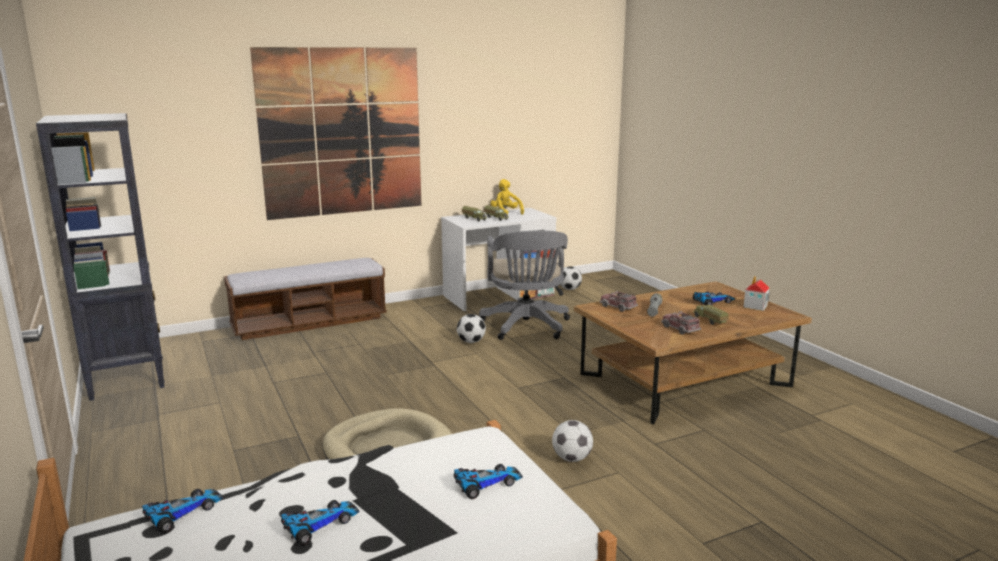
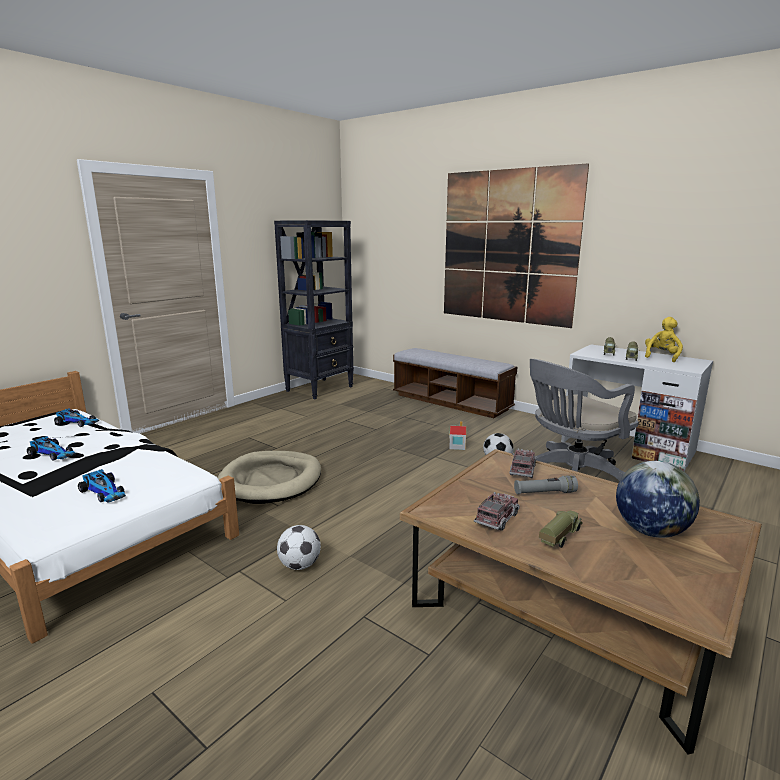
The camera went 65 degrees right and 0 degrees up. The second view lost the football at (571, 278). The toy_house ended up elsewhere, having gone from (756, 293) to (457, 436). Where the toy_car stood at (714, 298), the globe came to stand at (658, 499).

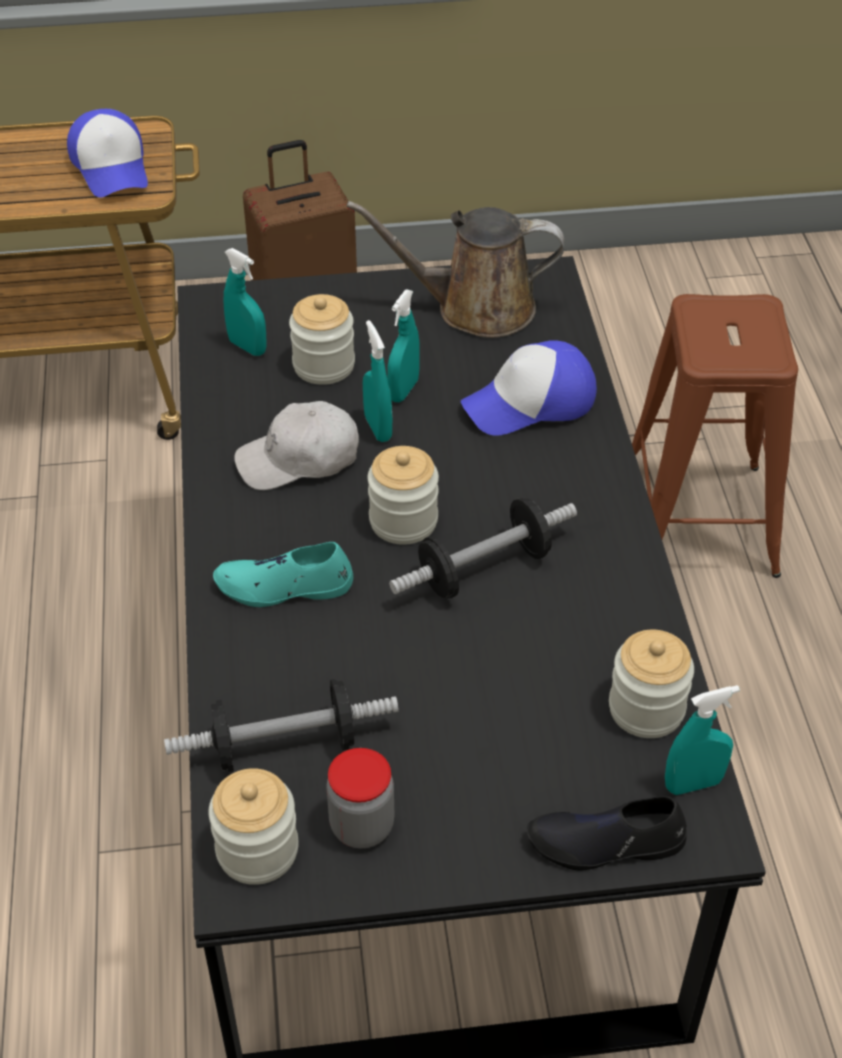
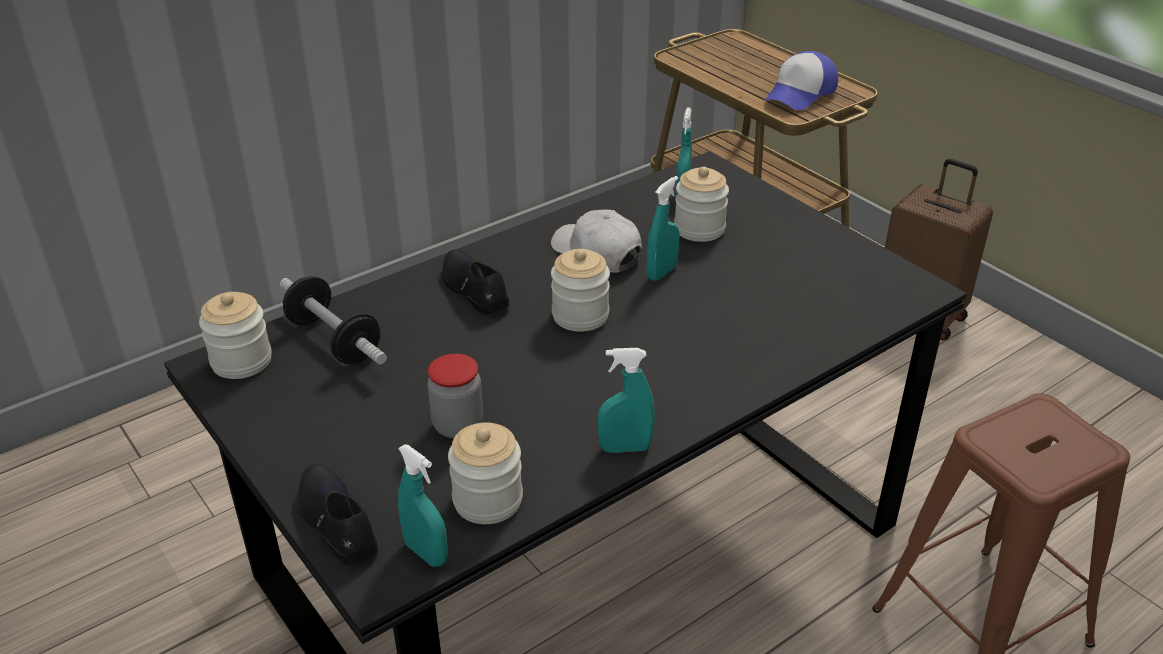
The camera went 60 degrees right and 10 degrees down. The second view lost the brown_watering_can at (455, 269). The second view lost the dumbbell at (483, 548). The second view lost the cap at (529, 388). The jar ended up elsewhere, having gone from (360, 798) to (455, 396). The turquoise_spray_bottle ended up elsewhere, having gone from (403, 345) to (626, 400). What was the turquoise_shoe at (283, 574) turned into the black_shoe at (475, 282).

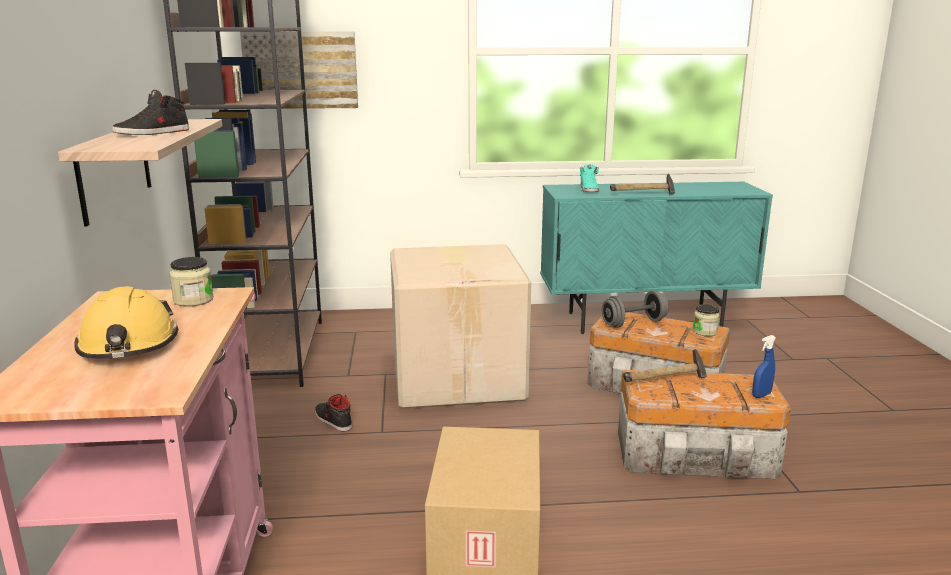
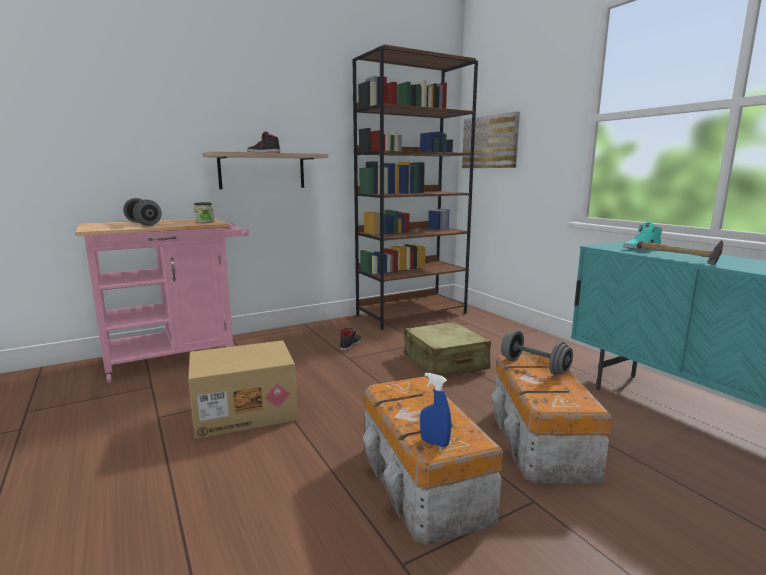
The camera went 65 degrees right and 5 degrees down. The second view lost the hammer at (665, 365). The second view lost the jar at (706, 320). Where the yellow_hard_hat stood at (126, 322), the grey_dumbbell came to stand at (142, 212). Where the cardboard_box stood at (460, 326), the beige_suitcase came to stand at (448, 349).

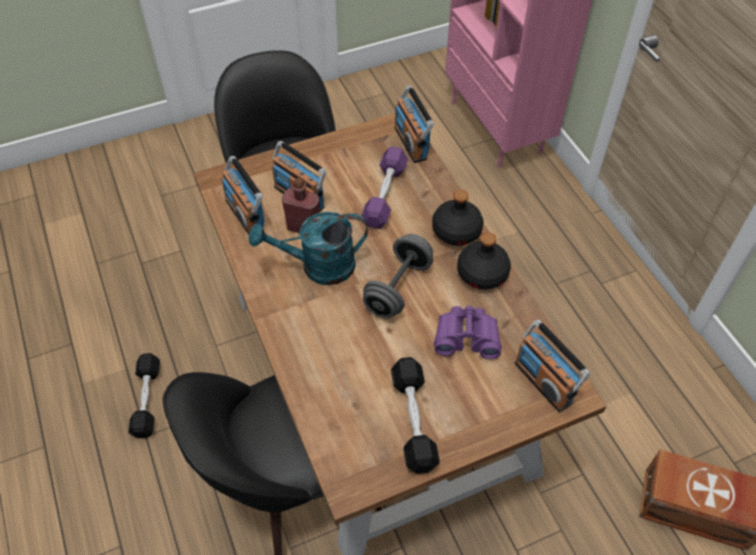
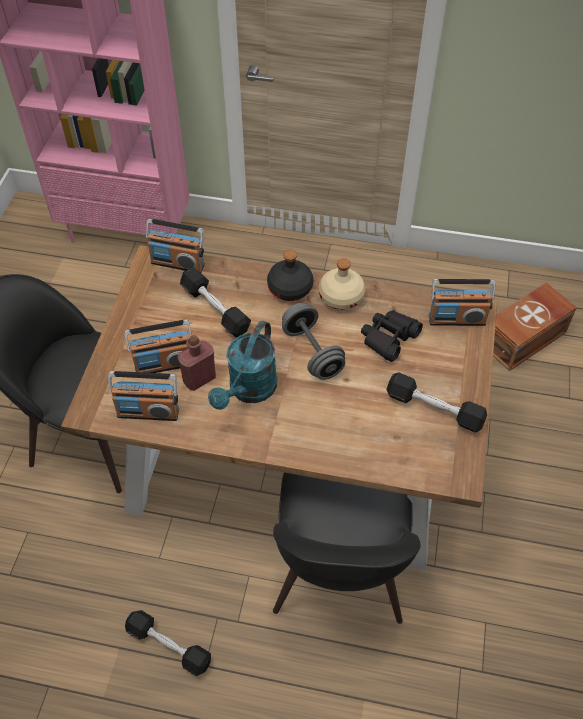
The camera went 55 degrees left and 0 degrees up. What was the purple_dumbbell at (384, 188) turned into the black_dumbbell at (215, 302). What was the purple_binoculars at (467, 332) turned into the black_binoculars at (392, 336). What was the black_bottle at (484, 261) turned into the beige_bottle at (342, 284).

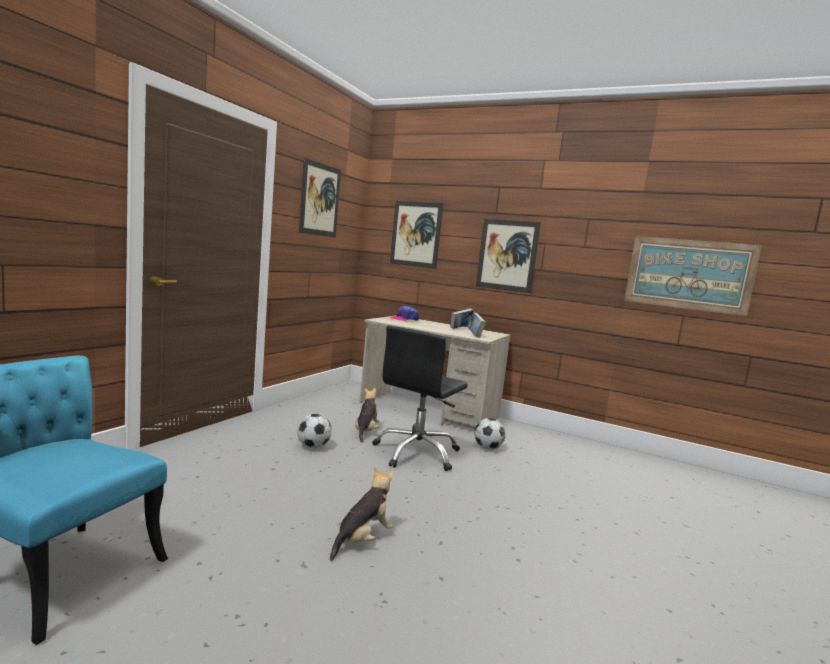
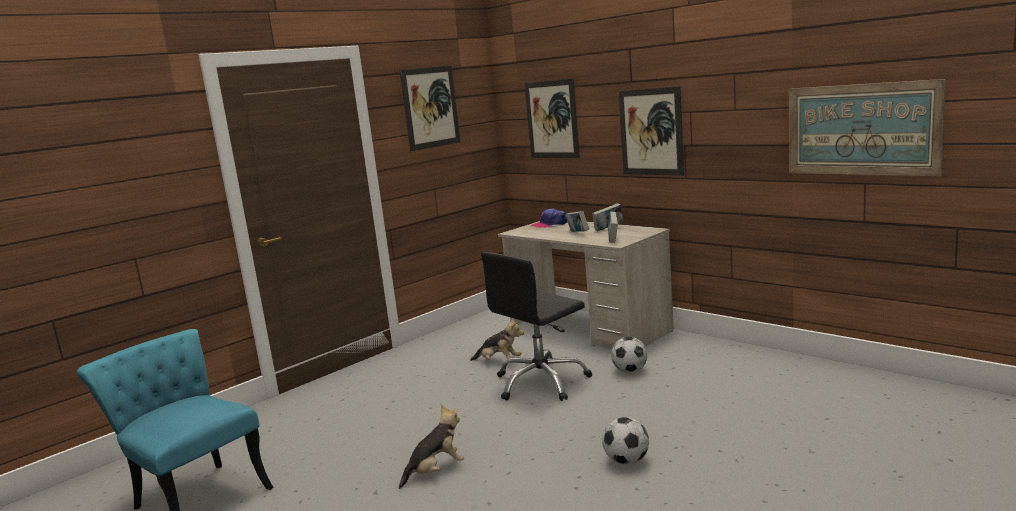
The camera went 20 degrees right and 5 degrees up. The second view gained the book at (577, 221). The football ended up elsewhere, having gone from (314, 431) to (625, 441). The plush_toy at (367, 414) ended up facing another way, 90 degrees clockwise from before.

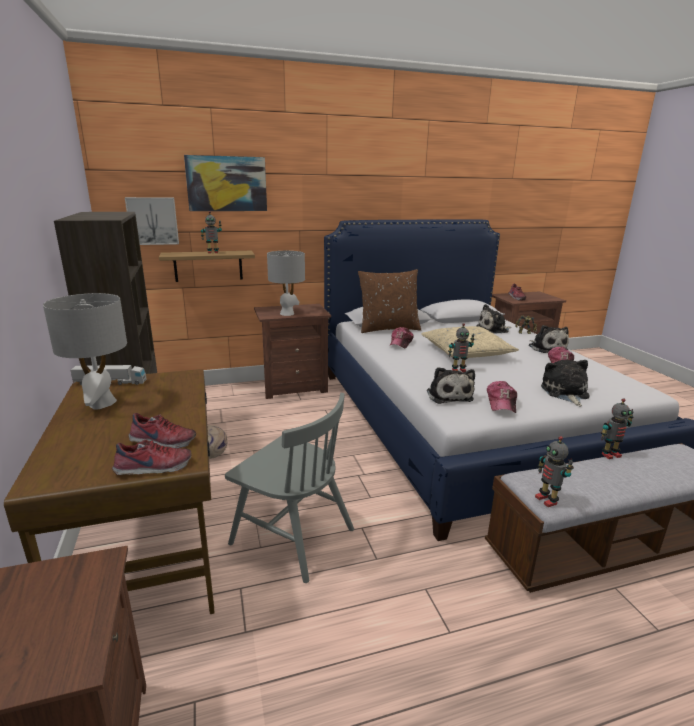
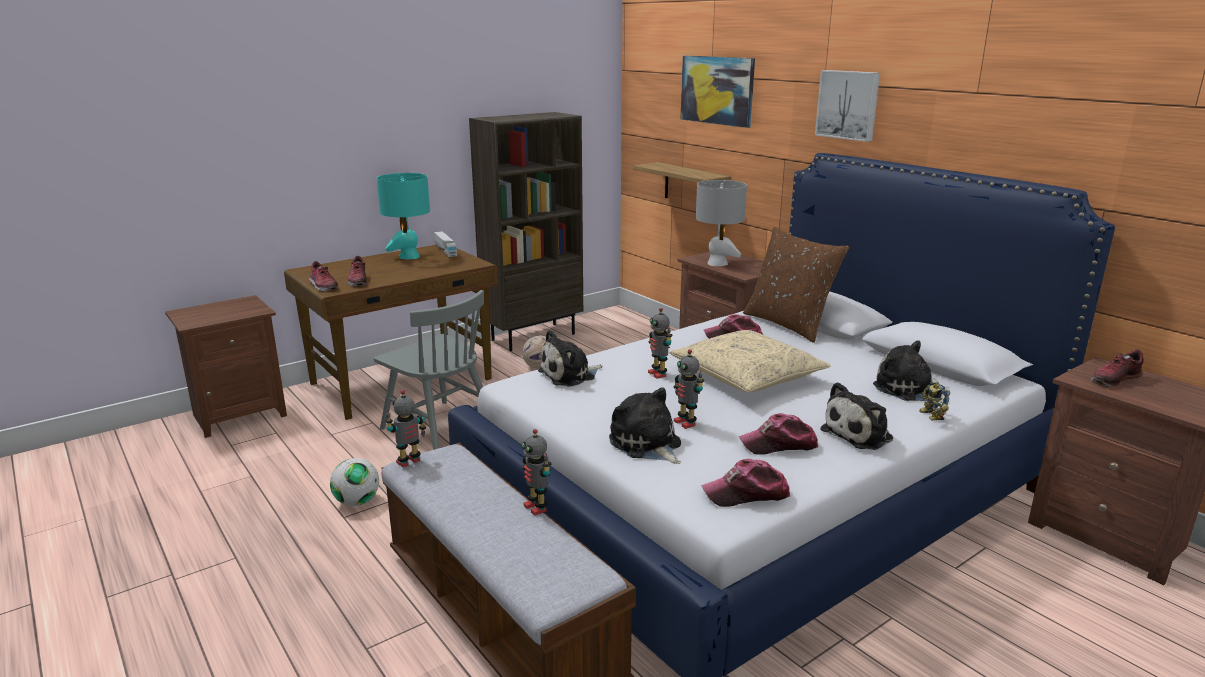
The camera went 70 degrees right and 0 degrees up. The second view gained the football at (354, 482). The picture ended up elsewhere, having gone from (152, 221) to (847, 106). The toy_robot ended up elsewhere, having gone from (211, 232) to (689, 389). The cap ended up elsewhere, having gone from (502, 397) to (745, 483). What was the grey_table_lamp at (85, 351) turned into the turquoise_table_lamp at (403, 216). The grey_chair at (289, 488) ended up facing another way, 60 degrees counterclockwise from before. The plush_toy at (565, 383) ended up facing another way, 105 degrees counterclockwise from before.

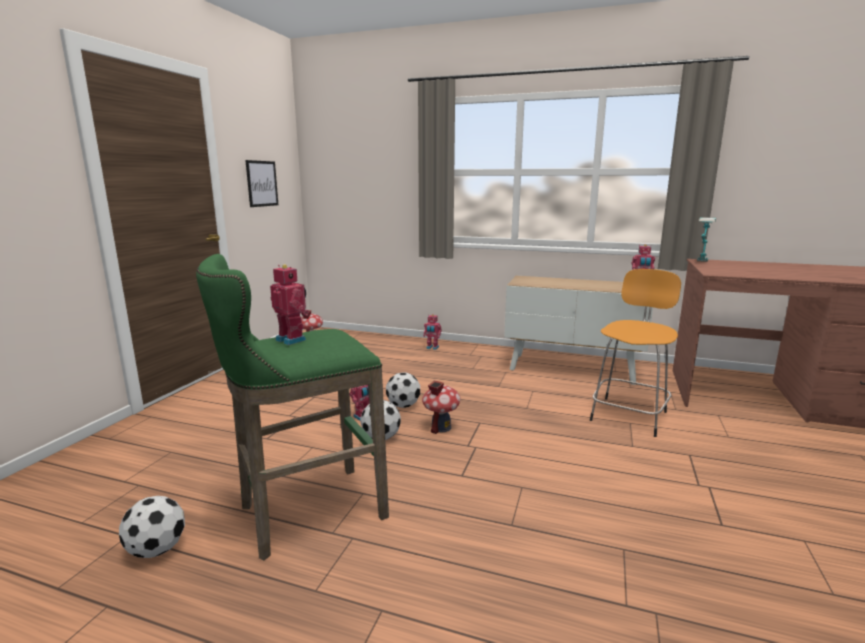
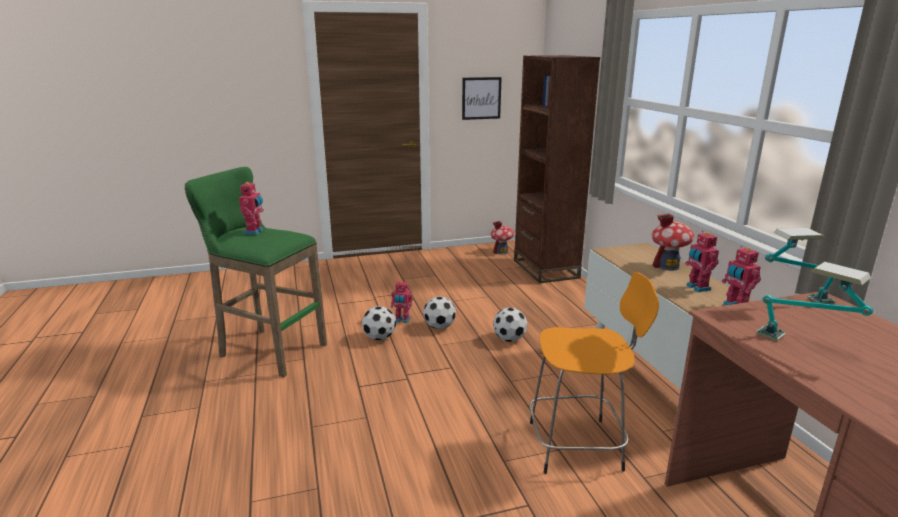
The camera went 55 degrees right and 5 degrees up. The second view gained the brown_bookcase at (557, 169). The second view gained the table_lamp at (814, 301). The football ended up elsewhere, having gone from (152, 527) to (510, 324). The toy_house ended up elsewhere, having gone from (441, 407) to (673, 241). The toy_robot ended up elsewhere, having gone from (432, 332) to (702, 261).

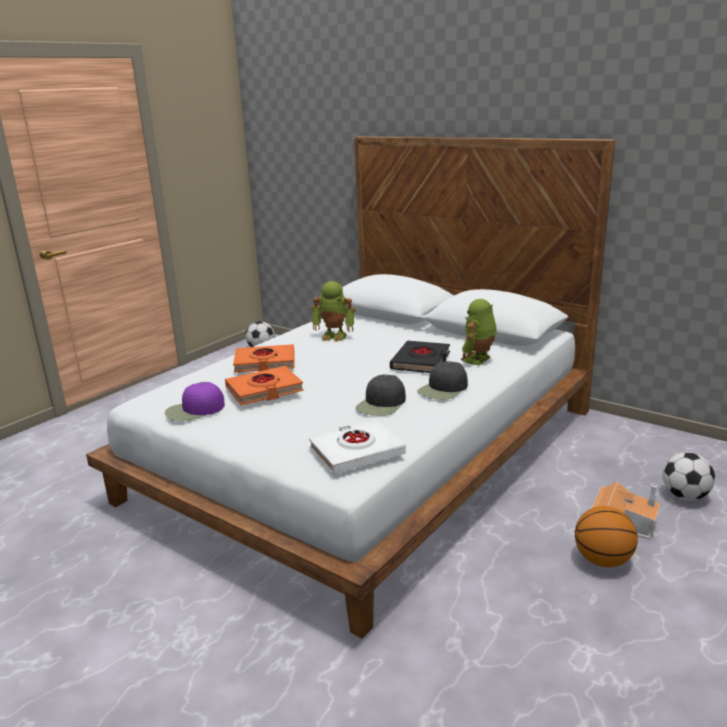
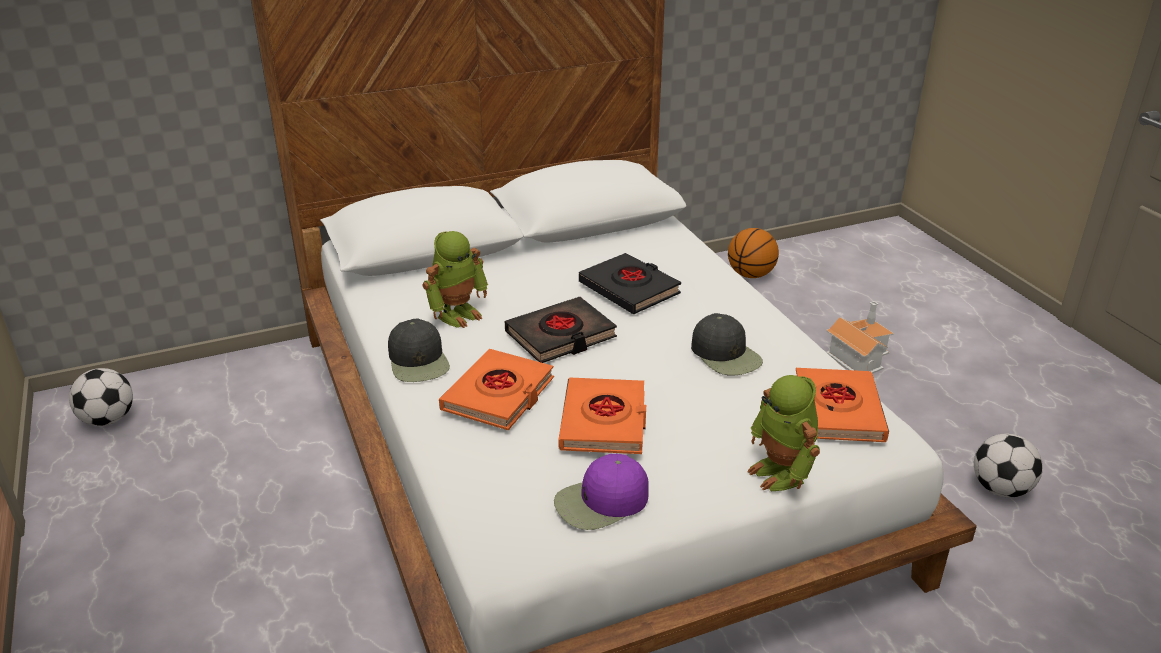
The camera went 60 degrees left and 10 degrees up. The second view gained the black_book at (561, 330). The black_cap ended up elsewhere, having gone from (442, 380) to (419, 350). The toy_robot ended up elsewhere, having gone from (478, 332) to (783, 433). The basketball ended up elsewhere, having gone from (606, 536) to (753, 253). The football ended up elsewhere, having gone from (688, 476) to (1008, 465). What was the white_book at (357, 446) turned into the orange_book at (842, 405). The purple_cap at (195, 401) ended up facing another way, 60 degrees clockwise from before.

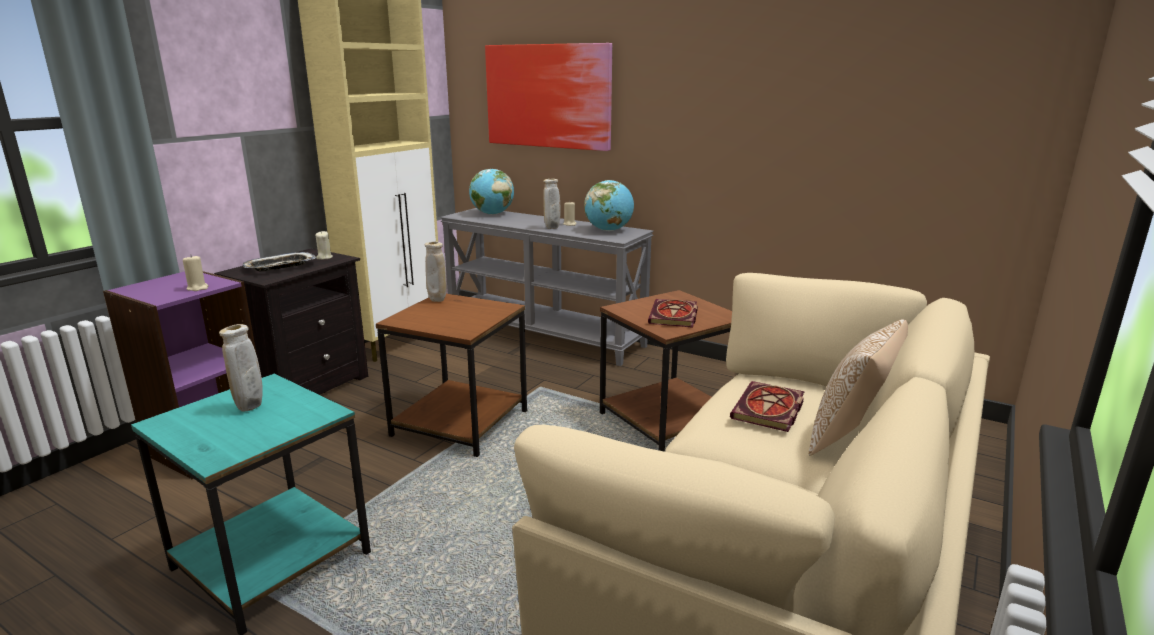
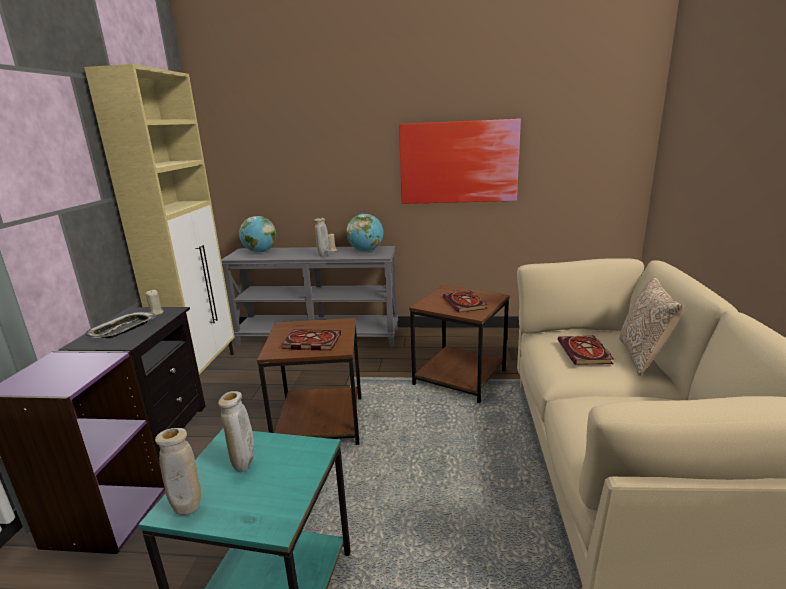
The camera went 25 degrees left and 0 degrees up. The second view lost the beige_candle at (196, 273). The second view gained the book at (311, 340). The beige_vase ended up elsewhere, having gone from (436, 272) to (178, 472). The picture ended up elsewhere, having gone from (548, 97) to (460, 161).

